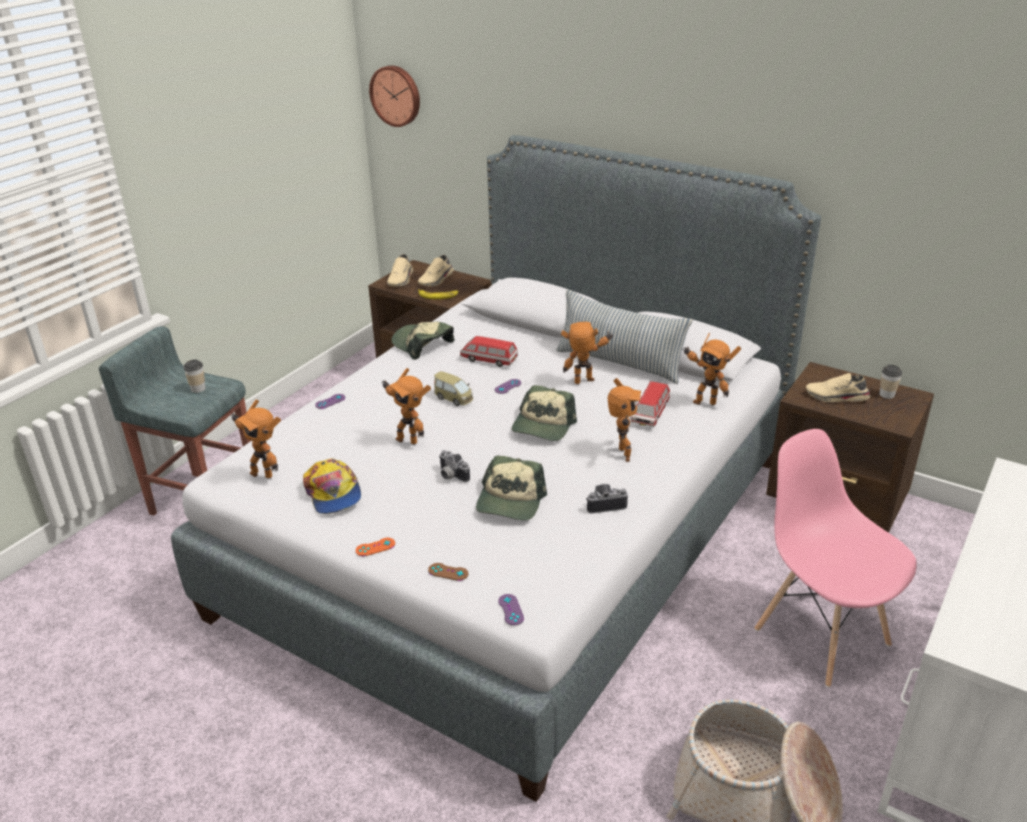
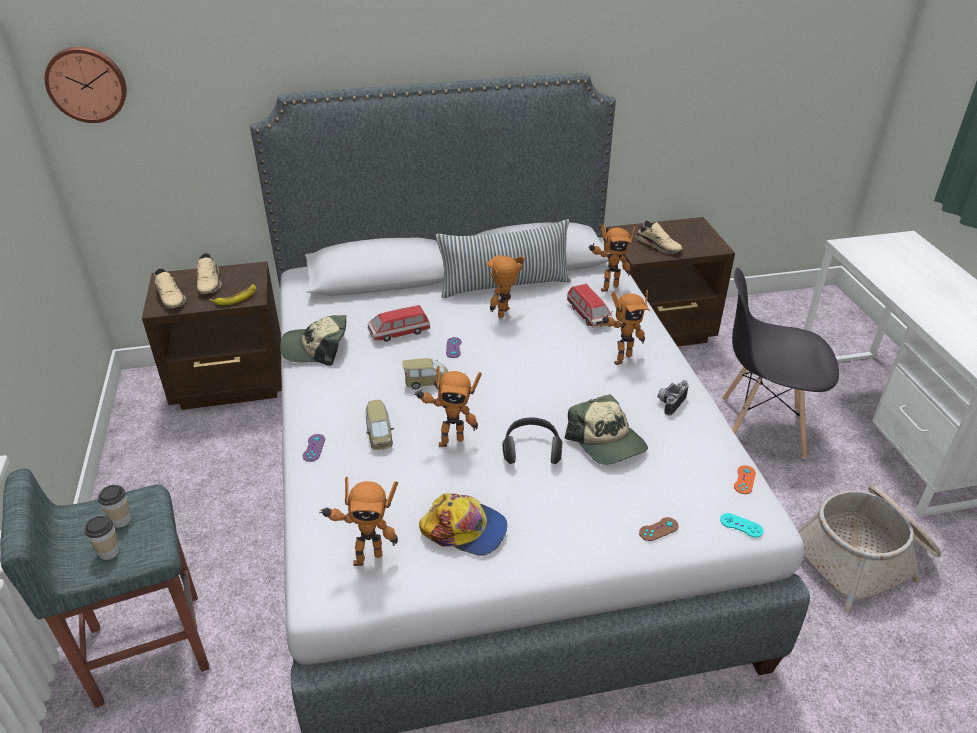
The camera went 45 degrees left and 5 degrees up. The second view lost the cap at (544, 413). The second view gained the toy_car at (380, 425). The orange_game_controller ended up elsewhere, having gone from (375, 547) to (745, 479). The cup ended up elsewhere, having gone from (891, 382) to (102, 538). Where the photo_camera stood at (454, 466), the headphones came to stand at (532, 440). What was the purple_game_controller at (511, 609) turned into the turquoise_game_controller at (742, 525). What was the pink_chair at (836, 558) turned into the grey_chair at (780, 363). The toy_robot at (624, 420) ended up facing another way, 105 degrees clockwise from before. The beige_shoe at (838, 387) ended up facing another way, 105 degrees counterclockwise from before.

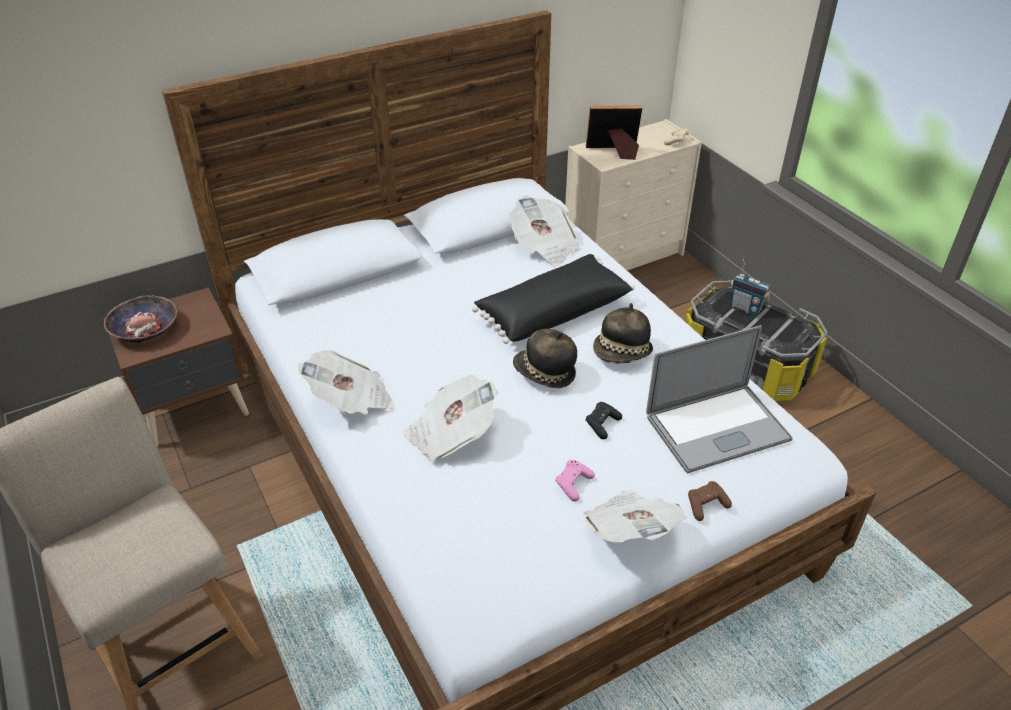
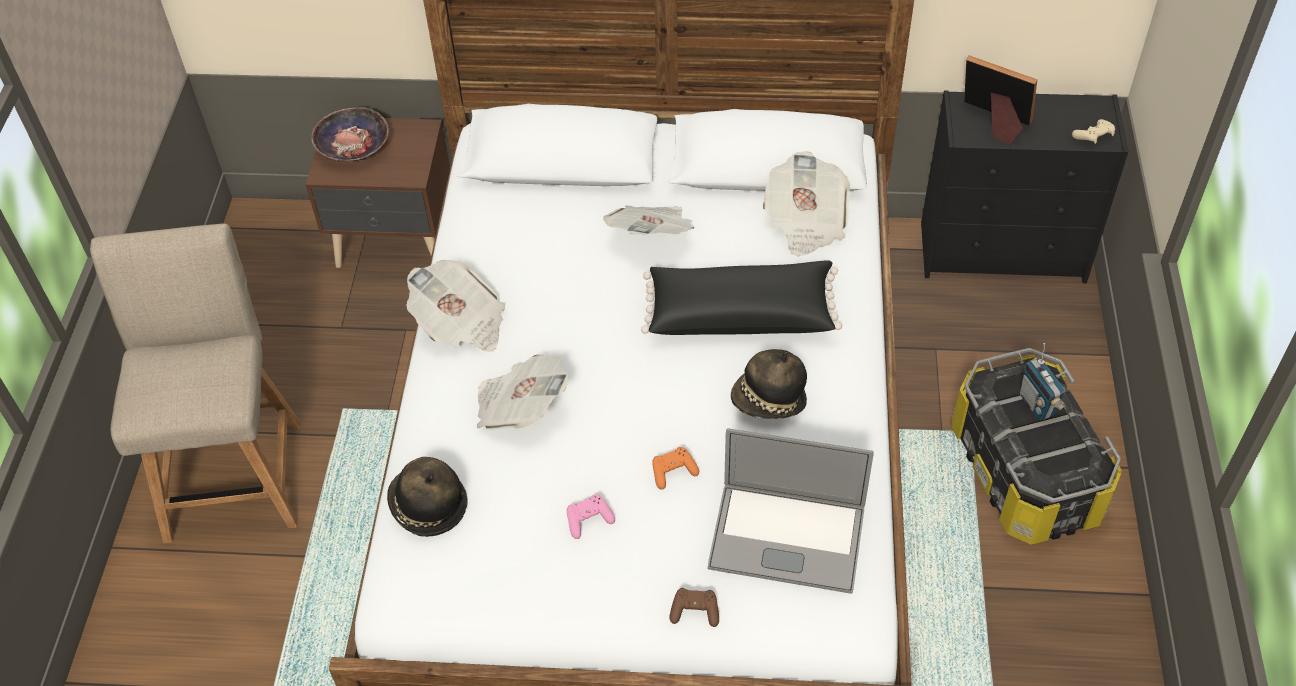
The camera went 35 degrees right and 10 degrees up. The hat ended up elsewhere, having gone from (545, 358) to (427, 497). The newspaper ended up elsewhere, having gone from (635, 516) to (649, 220). What was the beige_dresser at (633, 195) turned into the black_dresser at (1024, 186). What was the black_game_controller at (603, 420) turned into the orange_game_controller at (675, 468).

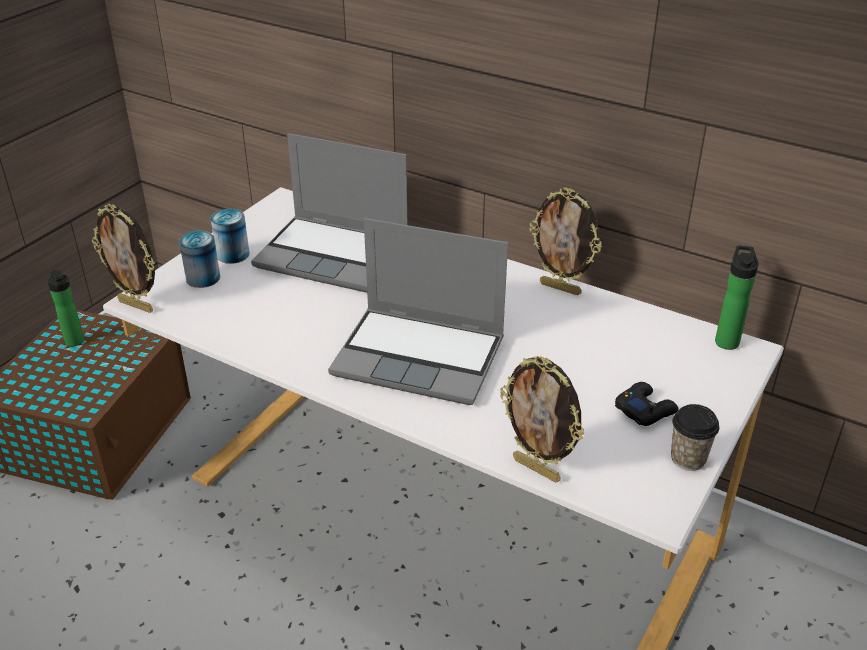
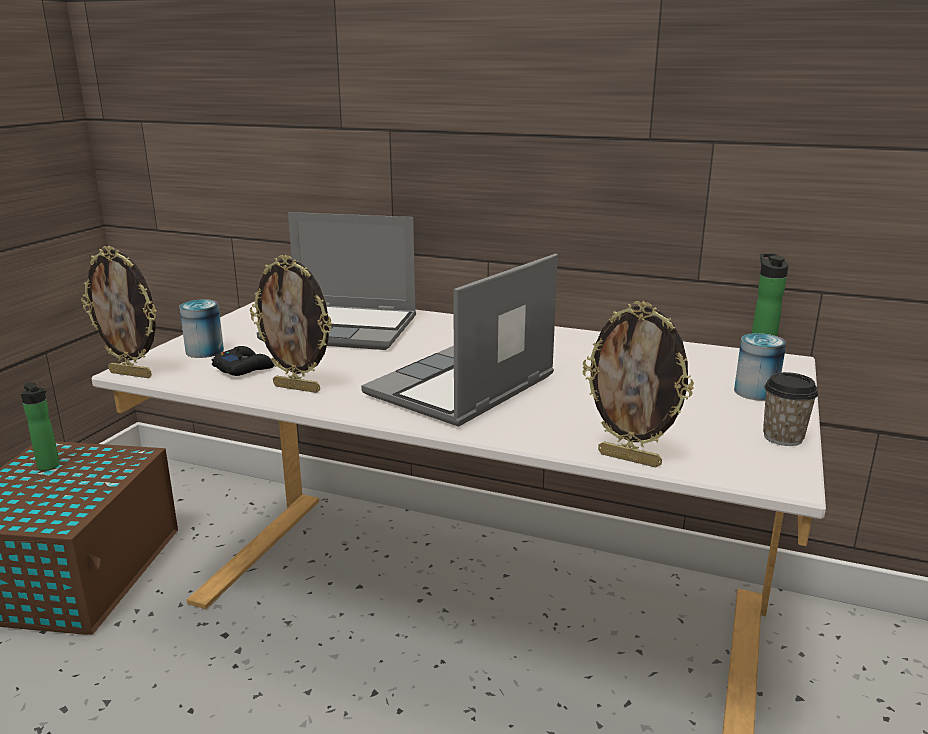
The camera went 10 degrees left and 15 degrees down. The can ended up elsewhere, having gone from (230, 236) to (760, 367). The picture_frame ended up elsewhere, having gone from (565, 241) to (291, 324). The black_game_controller ended up elsewhere, having gone from (646, 404) to (243, 361). The laptop at (418, 311) ended up facing another way, 120 degrees clockwise from before.

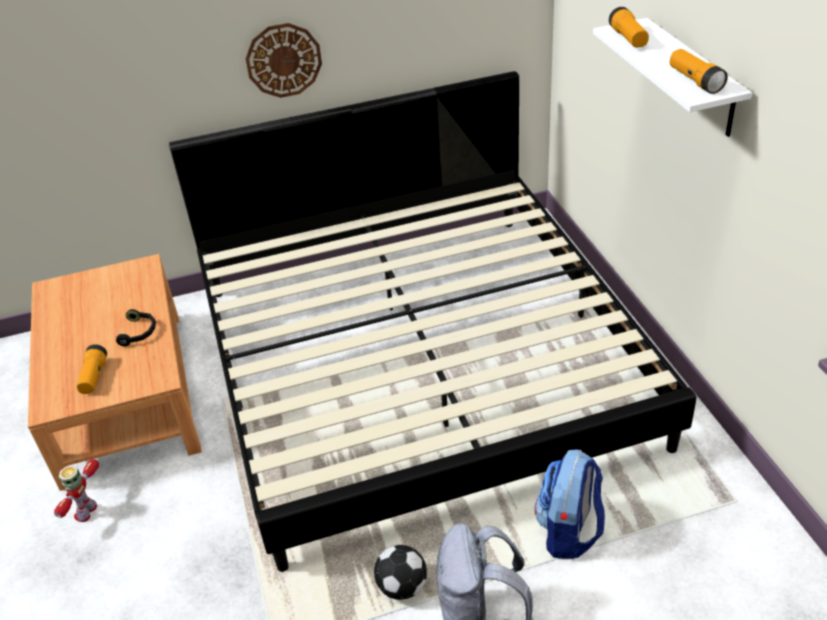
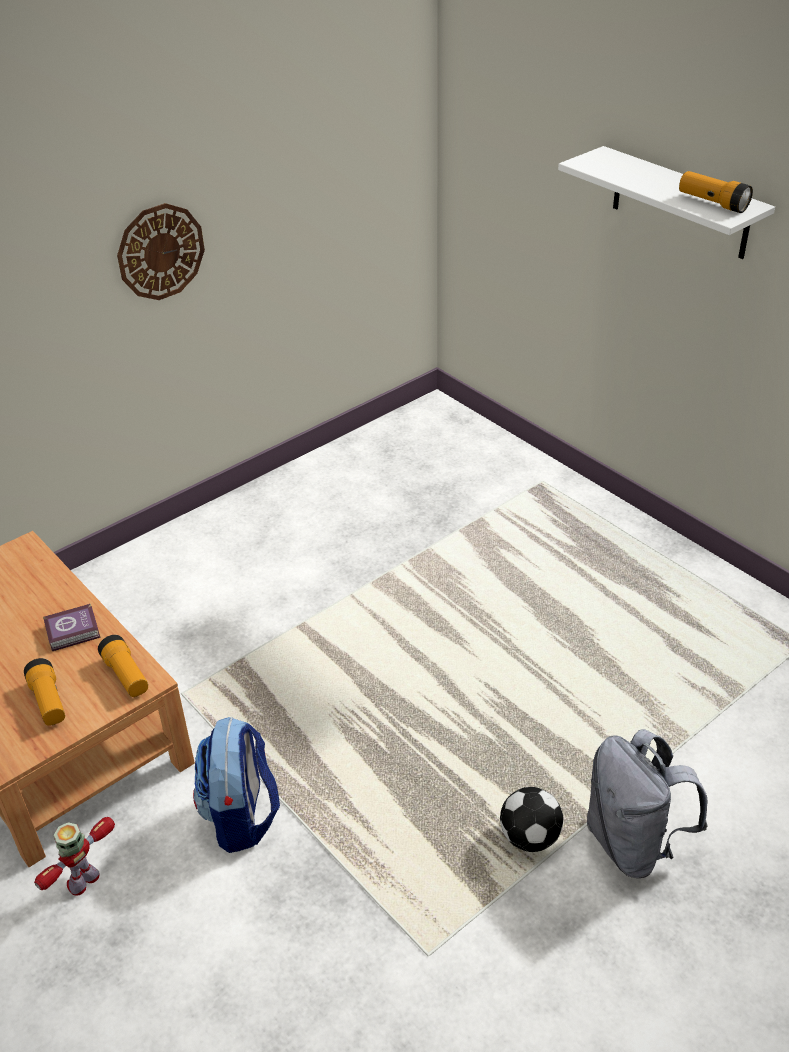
The camera went 25 degrees left and 0 degrees up. The second view lost the bed at (433, 321). The backpack ended up elsewhere, having gone from (570, 504) to (236, 785). The flashlight ended up elsewhere, having gone from (629, 27) to (123, 666). Where the black_headphones stood at (136, 327), the book came to stand at (72, 627). The toy_robot at (76, 490) ended up facing another way, 45 degrees clockwise from before.

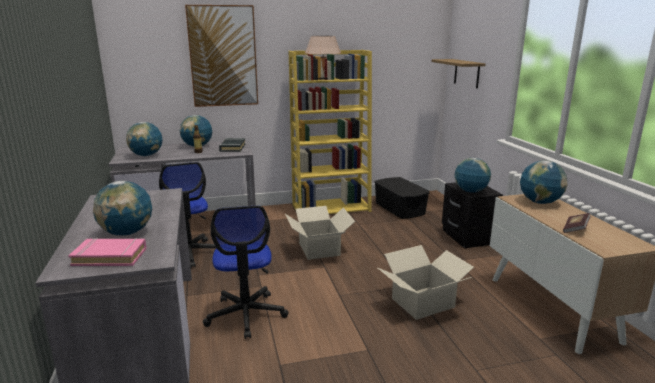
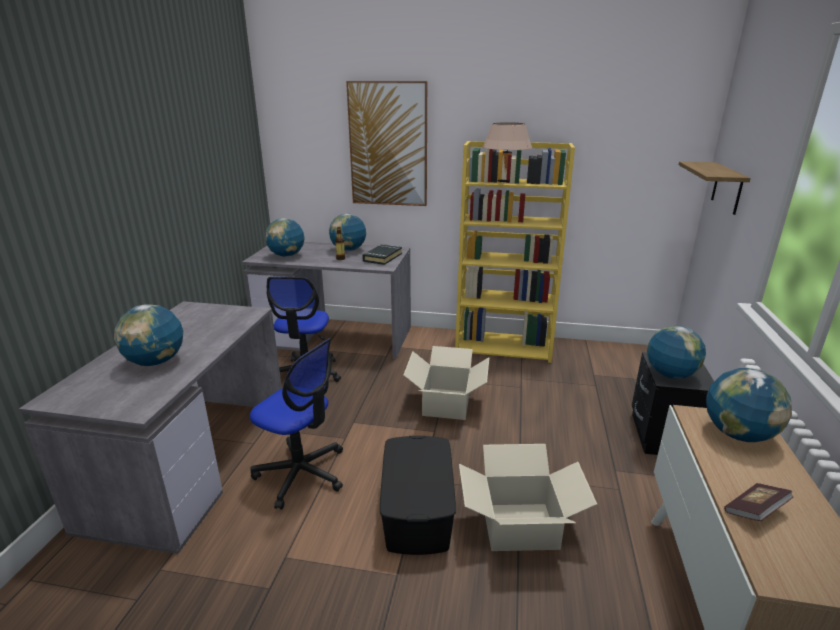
The camera went 25 degrees right and 5 degrees up. The second view lost the pink_book at (107, 252). The black_storage_box ended up elsewhere, having gone from (402, 198) to (418, 495). The office_chair at (246, 272) ended up facing another way, 75 degrees counterclockwise from before.

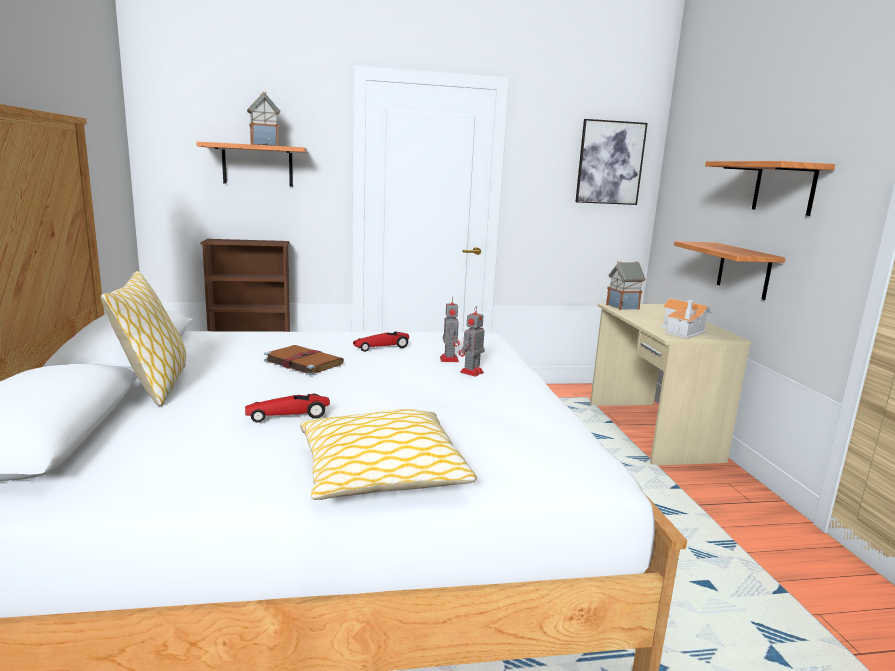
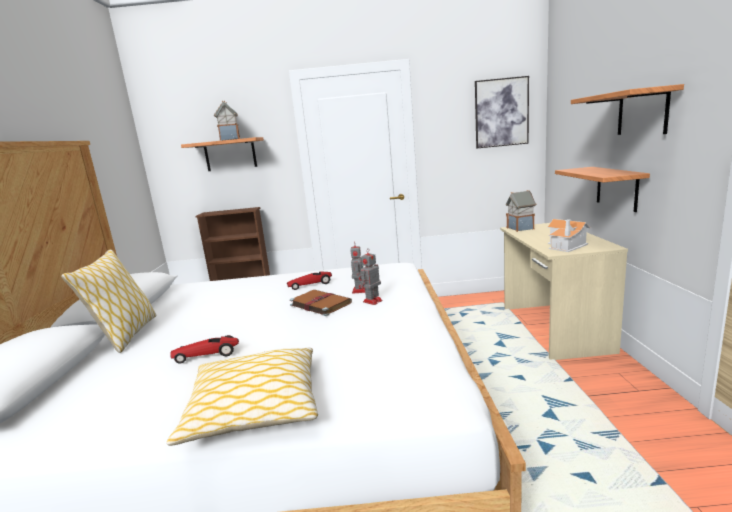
The camera went 10 degrees right and 0 degrees up. The brown_book ended up elsewhere, having gone from (304, 360) to (321, 303).

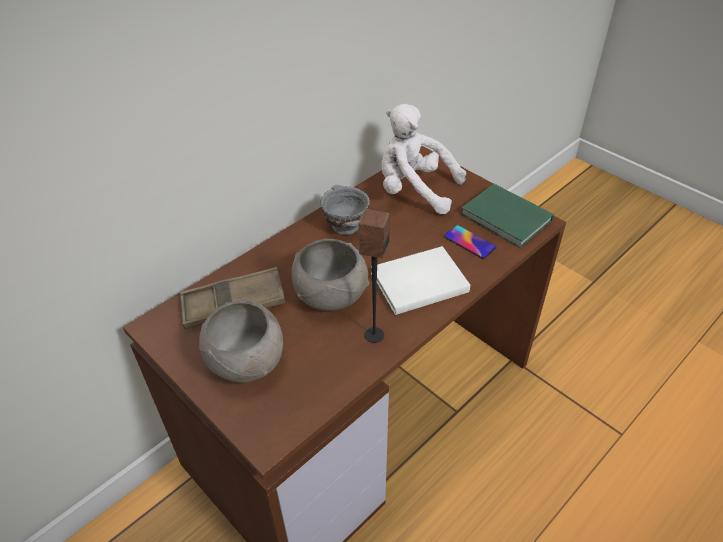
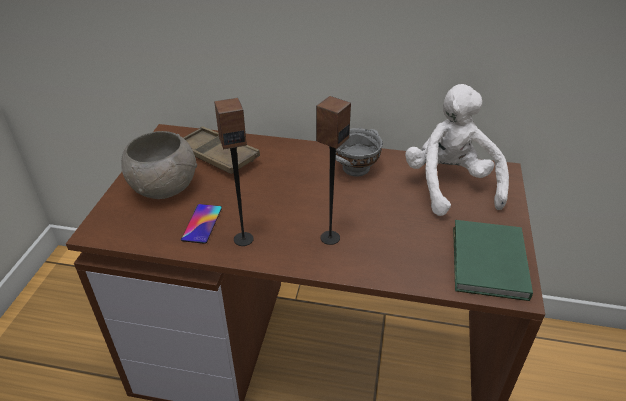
The camera went 55 degrees right and 5 degrees down. The second view lost the grey_bowl at (330, 275). The phone ended up elsewhere, having gone from (470, 242) to (201, 224). Where the white_book stood at (420, 280), the speaker came to stand at (333, 170).

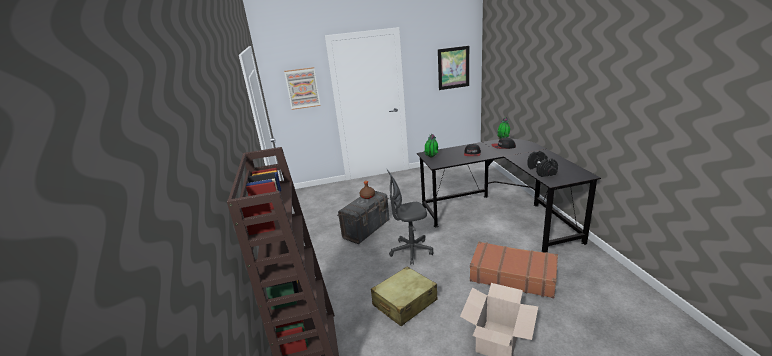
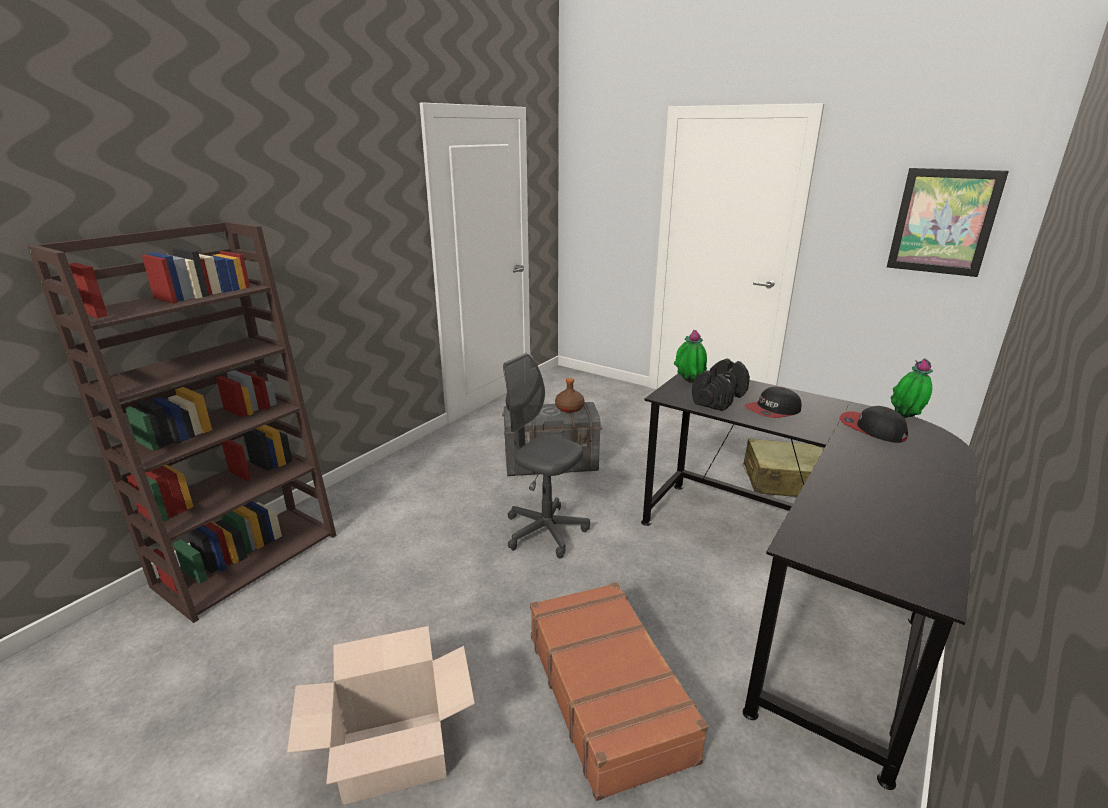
The camera went 45 degrees right and 0 degrees up. The second view lost the picture at (302, 88). The beige_suitcase ended up elsewhere, having gone from (404, 296) to (783, 467). The black_dumbbell ended up elsewhere, having gone from (542, 164) to (721, 385).

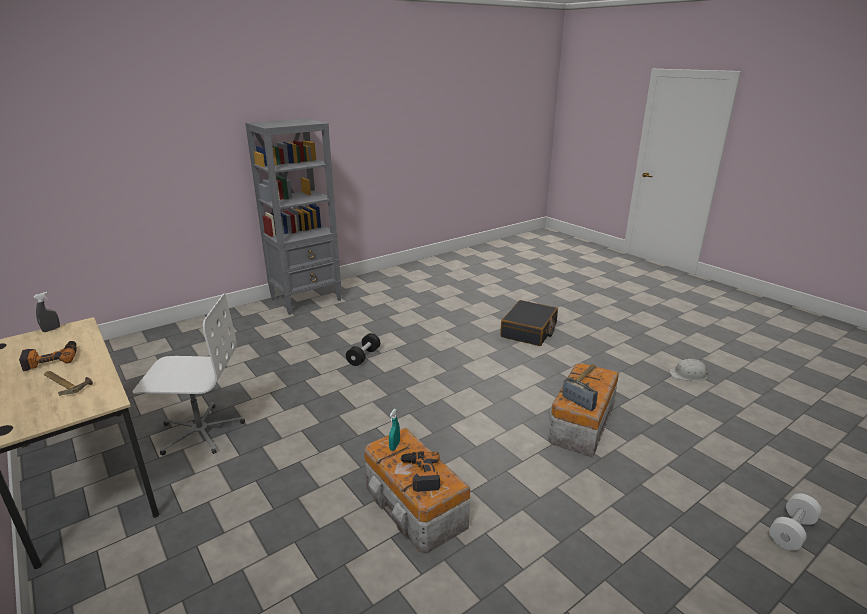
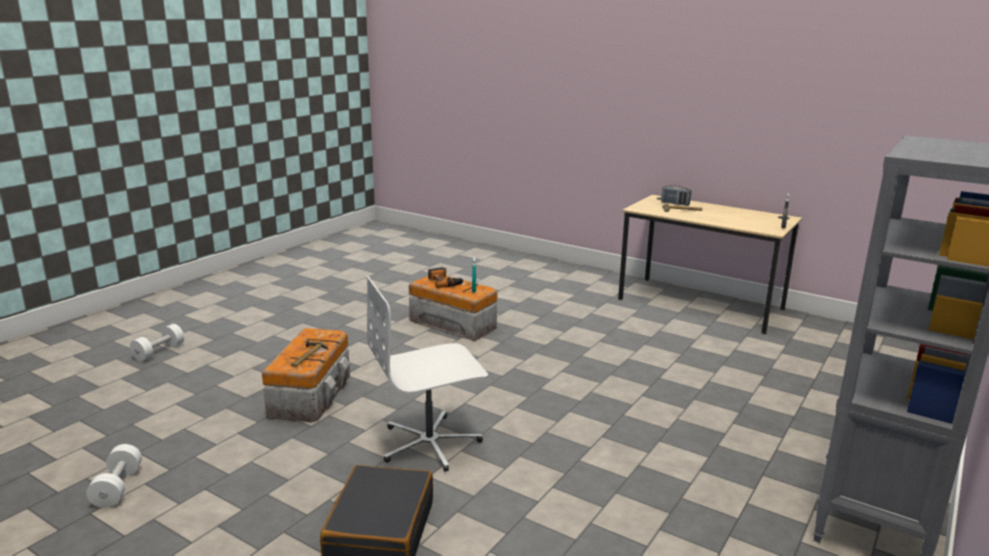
The camera went 160 degrees right and 5 degrees down. The second view lost the power_drill at (48, 356). The second view lost the black_dumbbell at (363, 349). The white_office_chair ended up elsewhere, having gone from (189, 374) to (427, 374). The radio ended up elsewhere, having gone from (580, 394) to (676, 195). Where the white_hard_hat stood at (688, 370), the white_dumbbell came to stand at (114, 476).

